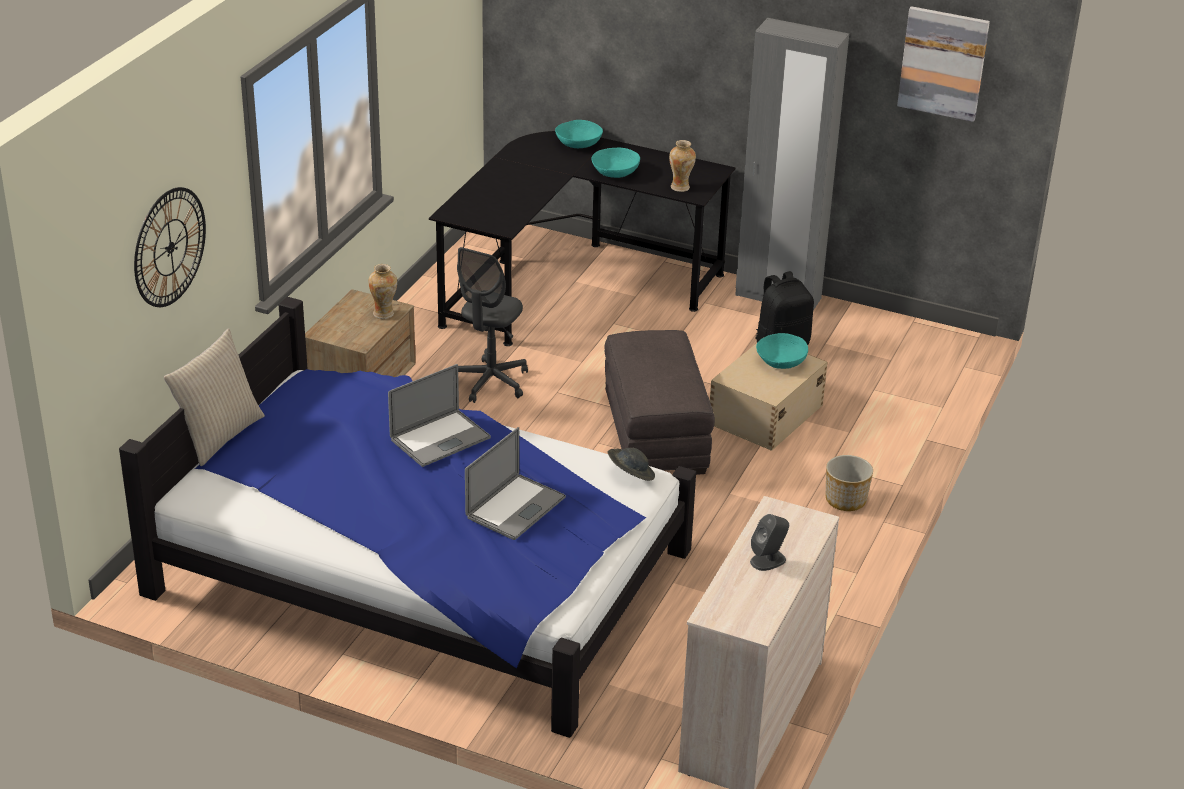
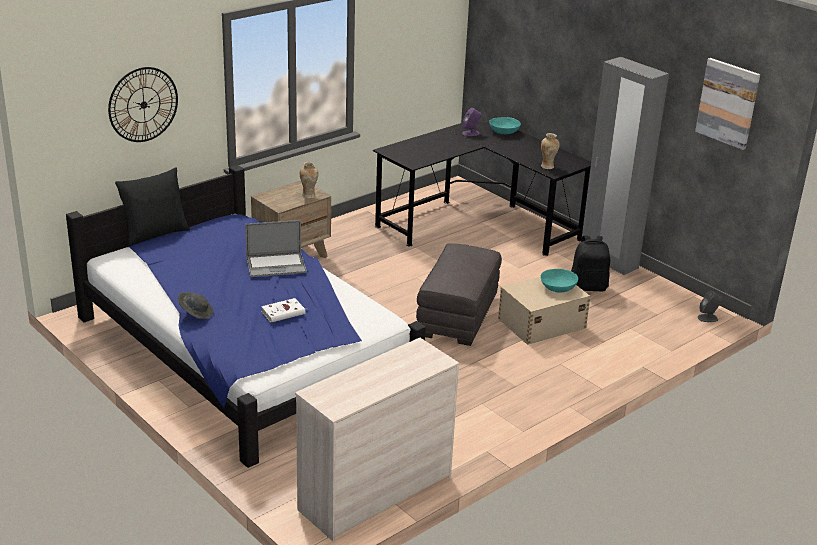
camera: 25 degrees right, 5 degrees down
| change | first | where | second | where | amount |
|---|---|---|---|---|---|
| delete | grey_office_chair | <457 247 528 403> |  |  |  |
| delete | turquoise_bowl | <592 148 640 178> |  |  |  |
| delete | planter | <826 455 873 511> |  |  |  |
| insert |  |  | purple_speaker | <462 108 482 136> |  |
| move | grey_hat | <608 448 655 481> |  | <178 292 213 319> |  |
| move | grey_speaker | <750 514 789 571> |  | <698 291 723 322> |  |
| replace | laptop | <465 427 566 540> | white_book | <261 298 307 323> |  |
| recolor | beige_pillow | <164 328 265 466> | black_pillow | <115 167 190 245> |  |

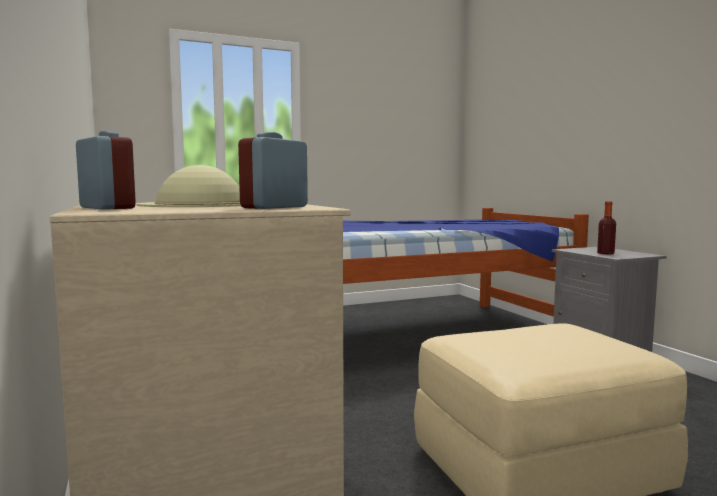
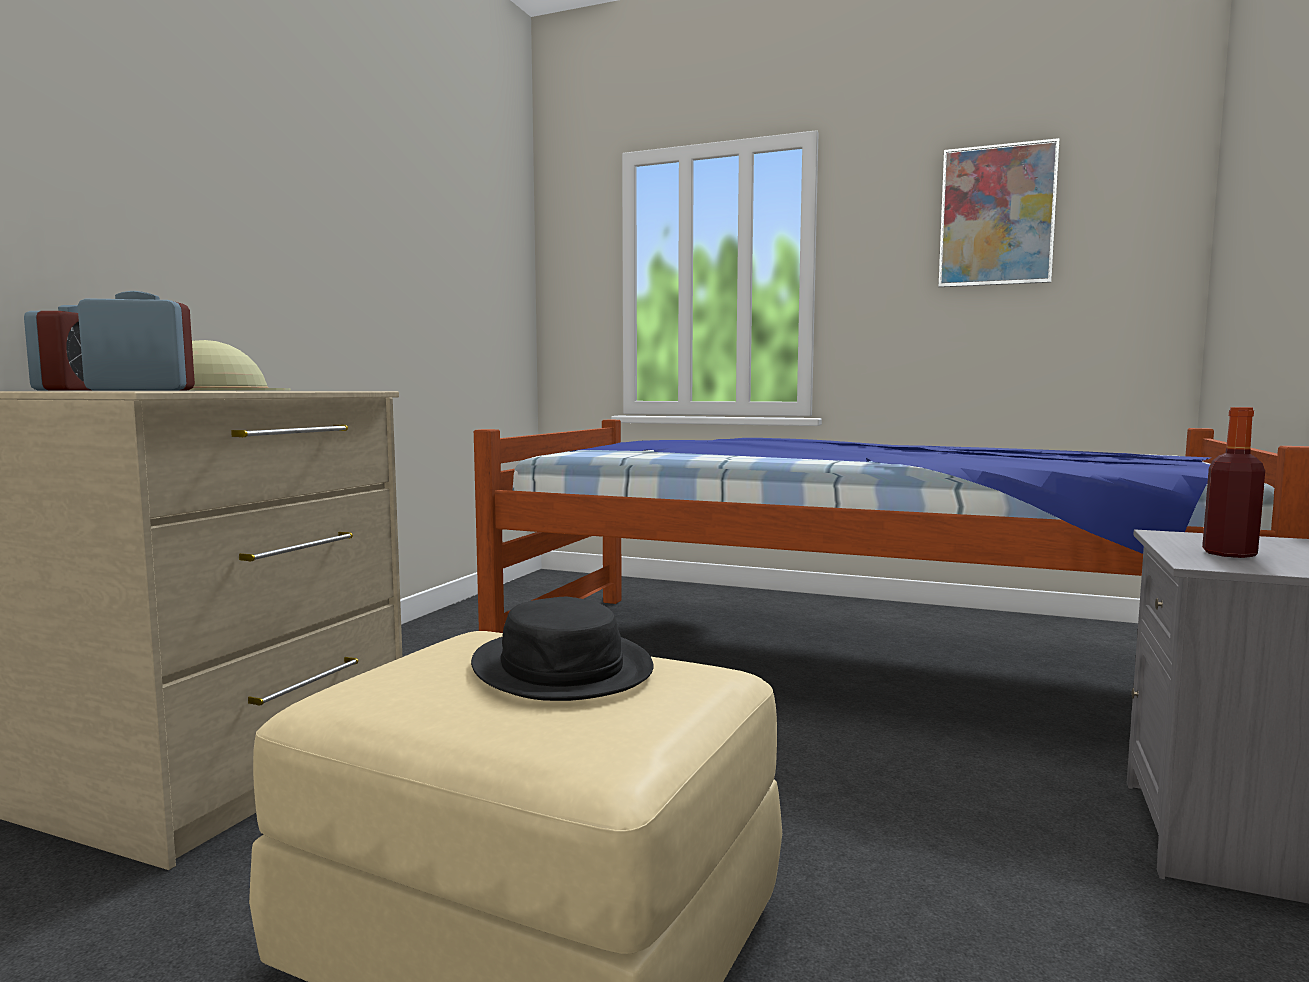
camera: 45 degrees right, 0 degrees up
| change | first | where | second | where | amount |
|---|---|---|---|---|---|
| insert |  |  | black_hat | <471 597 654 701> |  |
| insert |  |  | picture | <938 138 1060 287> |  |

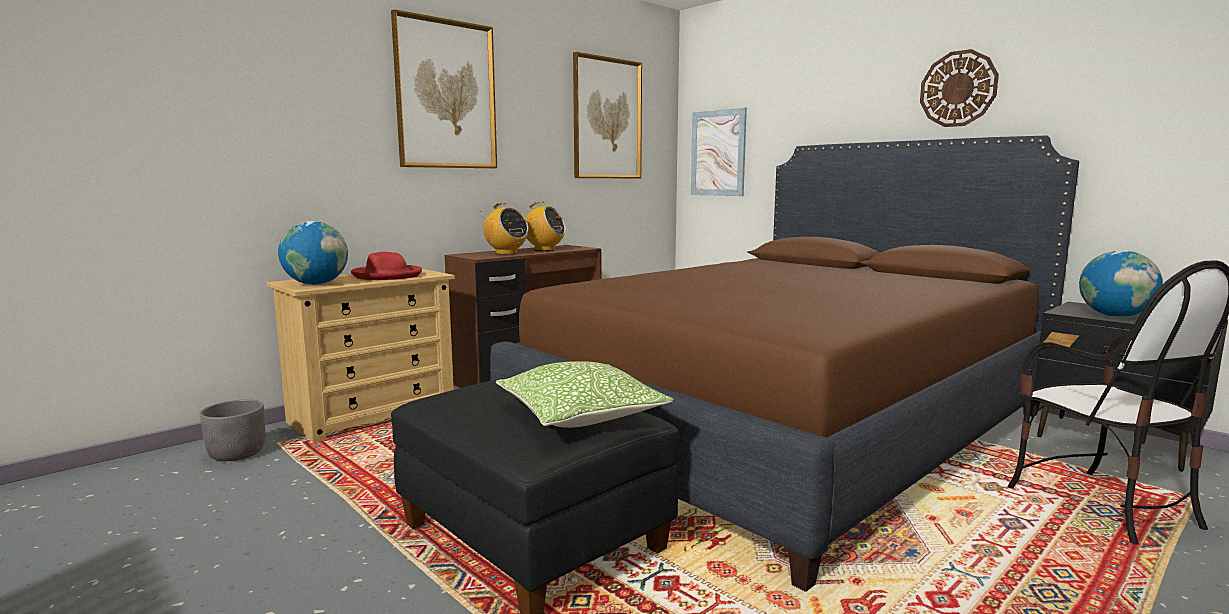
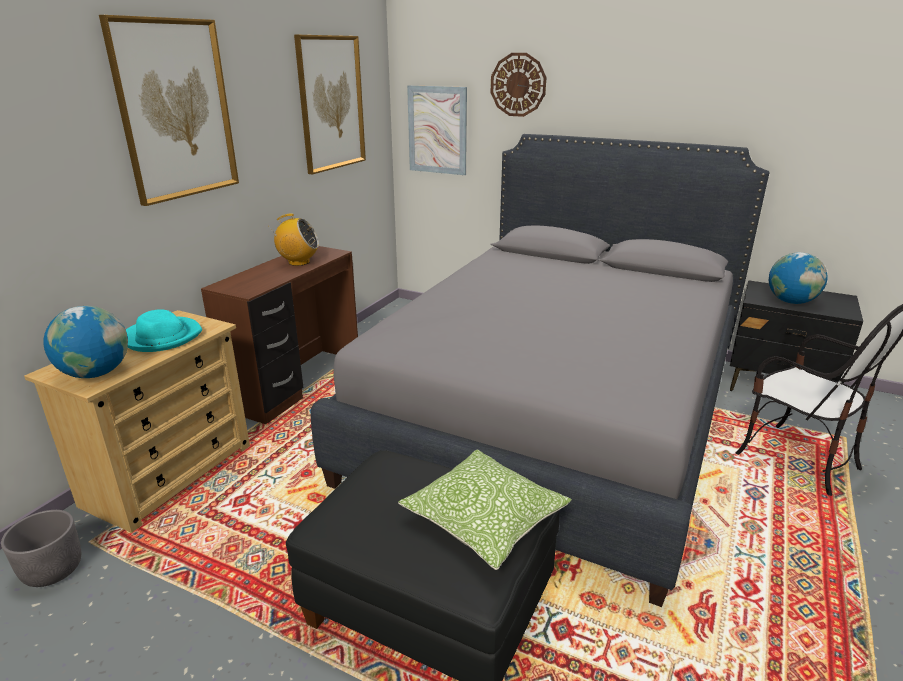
camera: 20 degrees left, 15 degrees up
| change | first | where | second | where | amount |
|---|---|---|---|---|---|
| delete | radio | <481 202 528 255> |  |  |  |
| move | wall_clock | <920 49 999 127> |  | <491 53 546 117> |  |
| recolor | red_hat | <351 252 422 280> | turquoise_hat | <126 309 202 352> |  |
| recolor | brown_bed | <490 136 1079 592> | grey_bed | <311 134 769 607> |  |

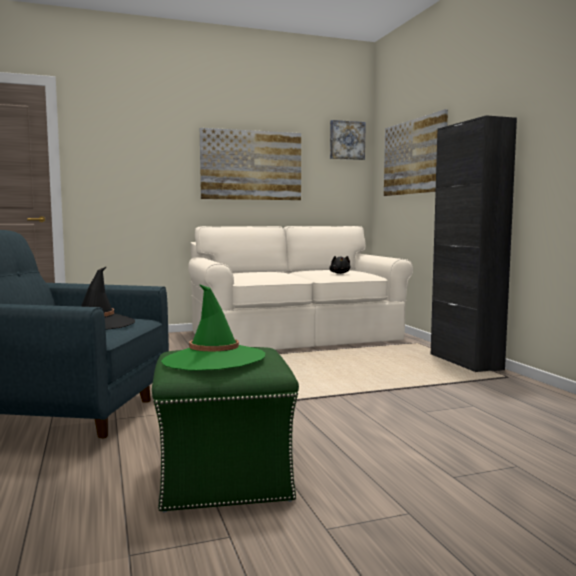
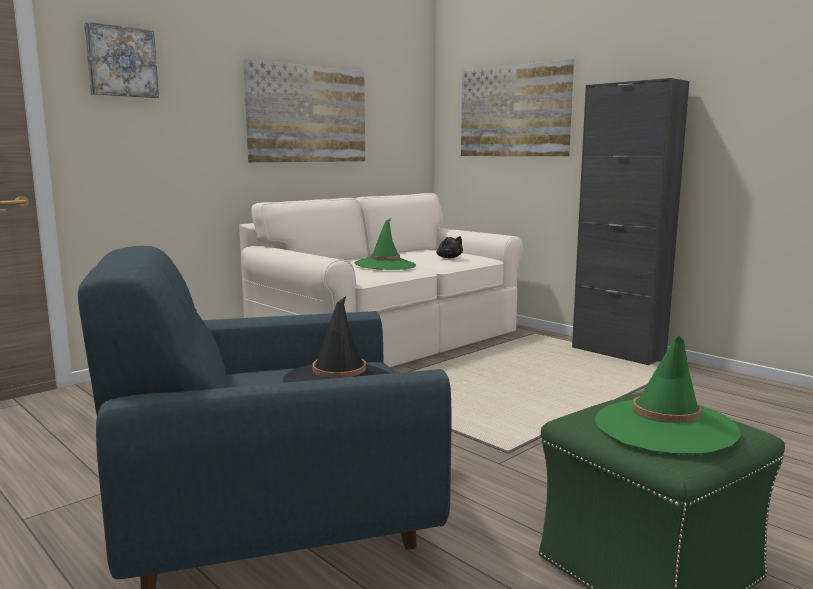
camera: 25 degrees left, 5 degrees up
| change | first | where | second | where | amount |
|---|---|---|---|---|---|
| insert |  |  | green_hat | <355 218 416 270> |  |
| move | picture | <330 120 366 160> |  | <84 22 159 98> |  |

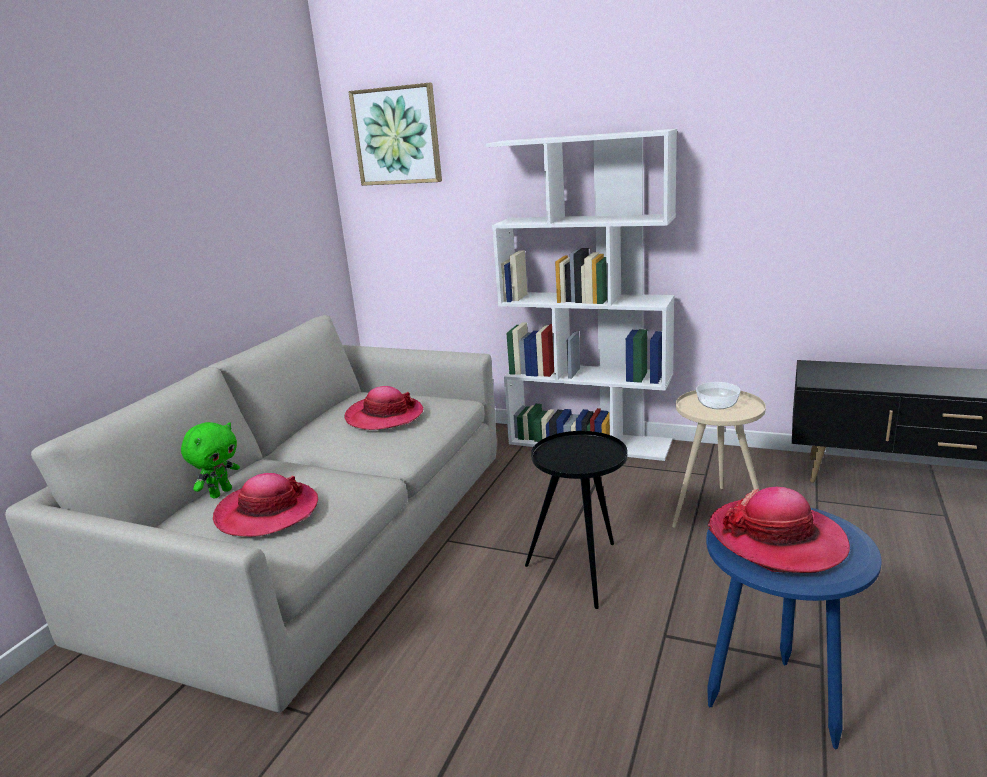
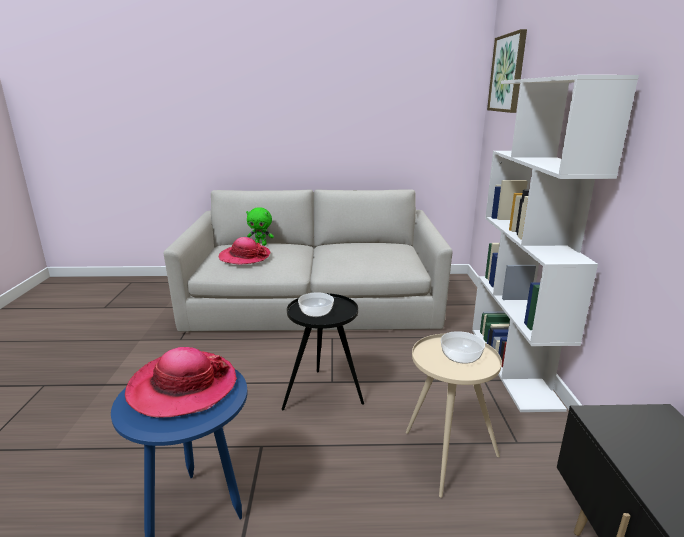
camera: 65 degrees right, 0 degrees up
| change | first | where | second | where | amount |
|---|---|---|---|---|---|
| delete | hat | <344 386 424 430> |  |  |  |
| insert |  |  | bowl | <298 292 334 317> |  |

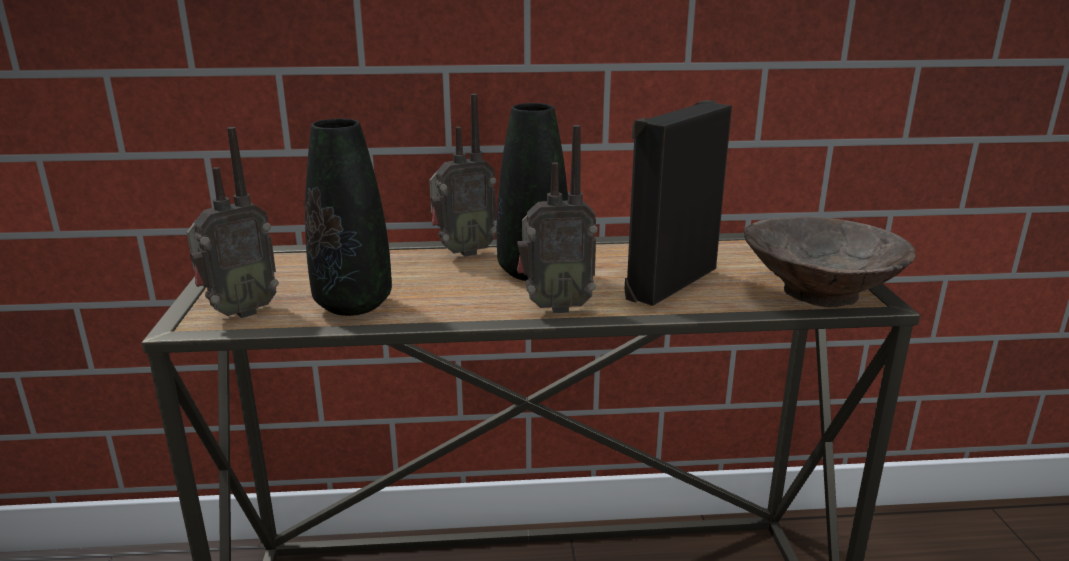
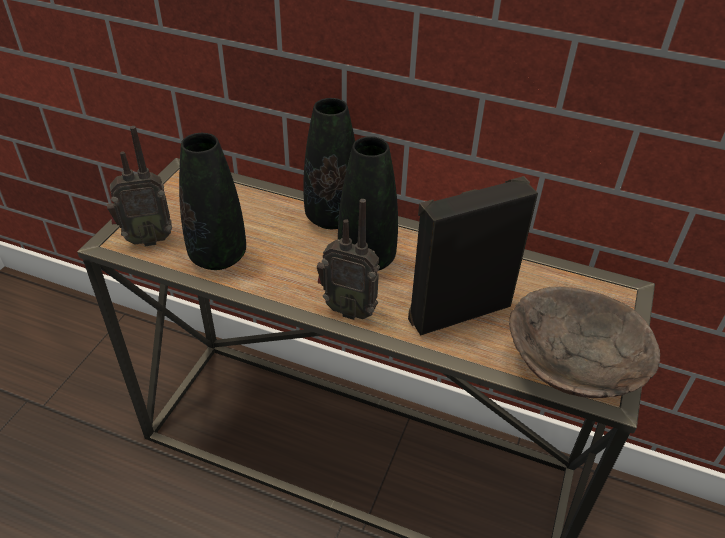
camera: 25 degrees right, 20 degrees up
| change | first | where | second | where | amount |
|---|---|---|---|---|---|
| replace | radio | <429 94 497 257> | black_vase | <303 98 355 229> |  |

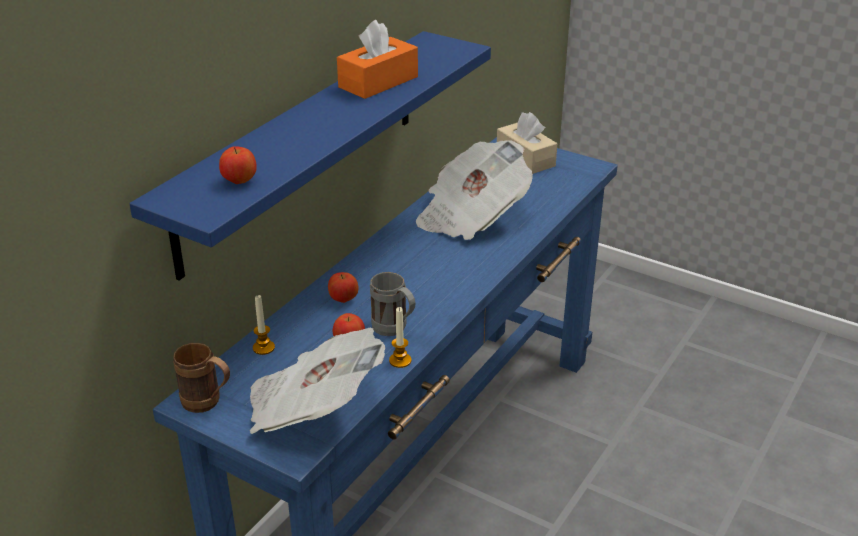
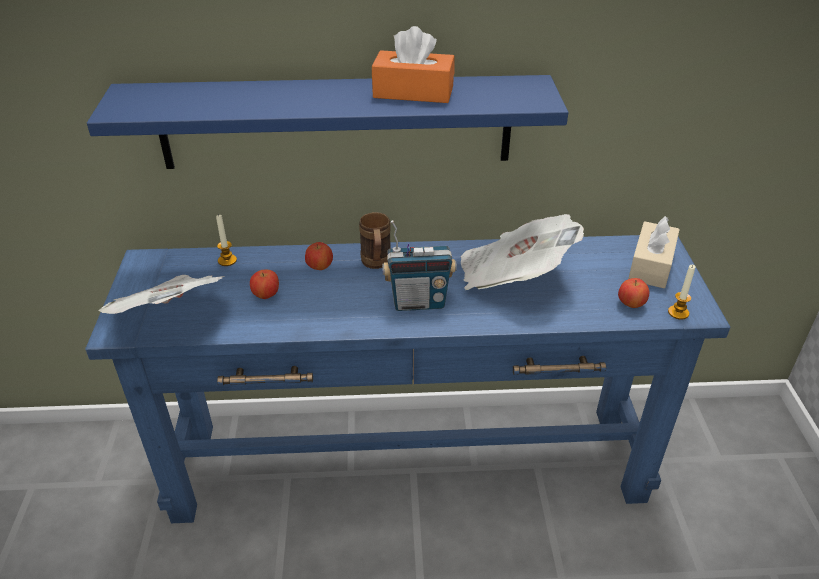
camera: 55 degrees right, 5 degrees up
| change | first | where | second | where | amount |
|---|---|---|---|---|---|
| delete | grey_mug | <370 272 415 336> |  |  |  |
| insert |  |  | radio | <382 220 457 311> |  |
| move | brown_mug | <173 343 230 413> |  | <359 212 391 269> |  |
| move | apple | <219 146 257 184> |  | <618 278 649 308> |  |
| move | candle | <389 307 411 368> |  | <668 265 695 320> |  |

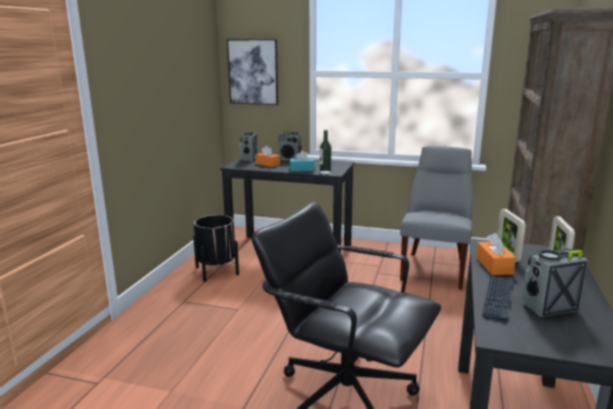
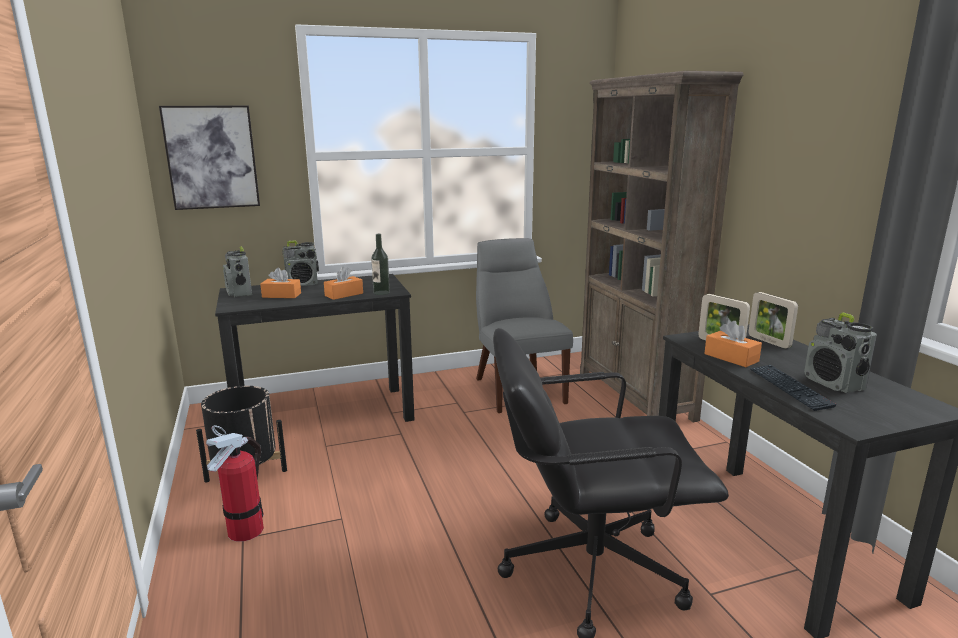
camera: 35 degrees left, 0 degrees up
| change | first | where | second | where | amount |
|---|---|---|---|---|---|
| insert |  |  | fire_extinguisher | <206 425 264 542> |  |
| recolor | turquoise_tissue_box | <290 150 314 172> | orange_tissue_box | <324 267 363 300> |  |
| rotate | radio | <522 249 588 317> |  | <804 312 877 393> | 60 degrees counterclockwise |

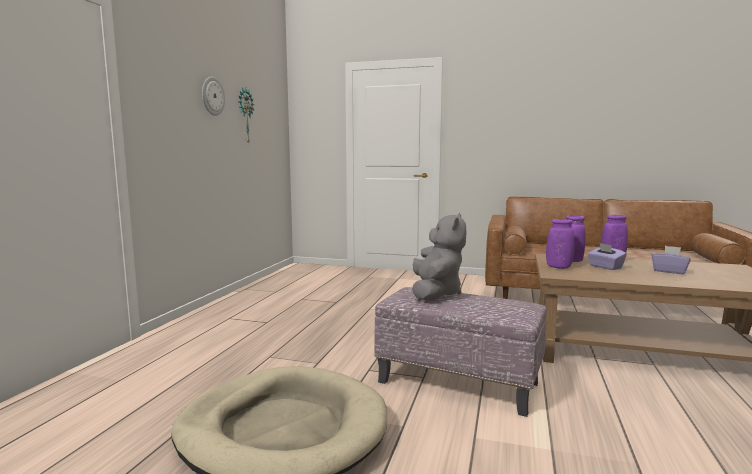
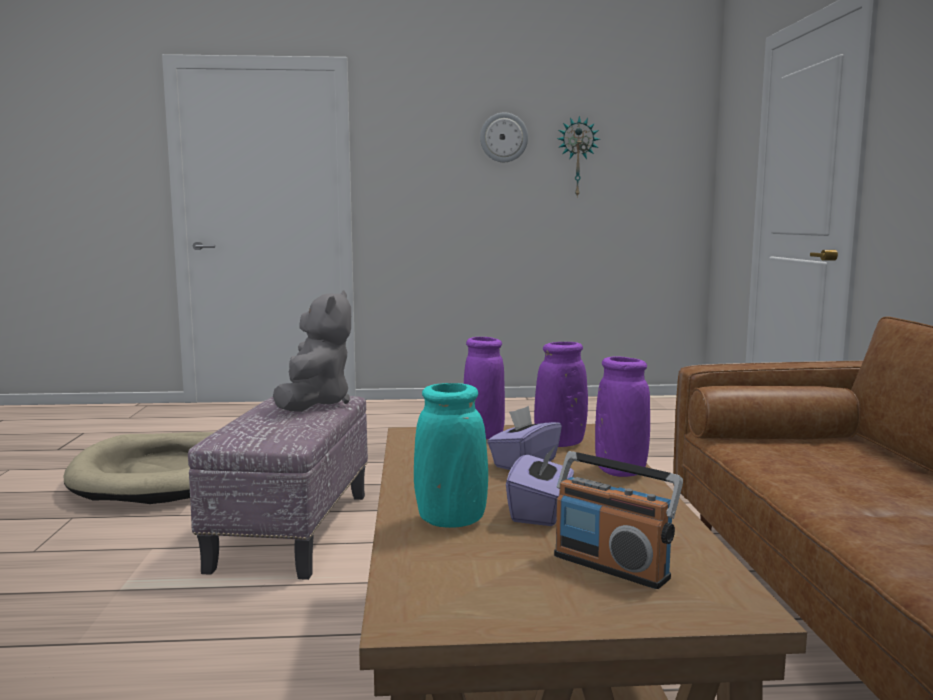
camera: 70 degrees right, 0 degrees up
| change | first | where | second | where | amount |
|---|---|---|---|---|---|
| insert |  |  | turquoise_vase | <414 383 488 528> |  |
| insert |  |  | radio | <554 451 683 589> |  |
| rotate | grey_plush_toy | <412 213 467 301> |  | <273 290 351 412> | 75 degrees counterclockwise |

